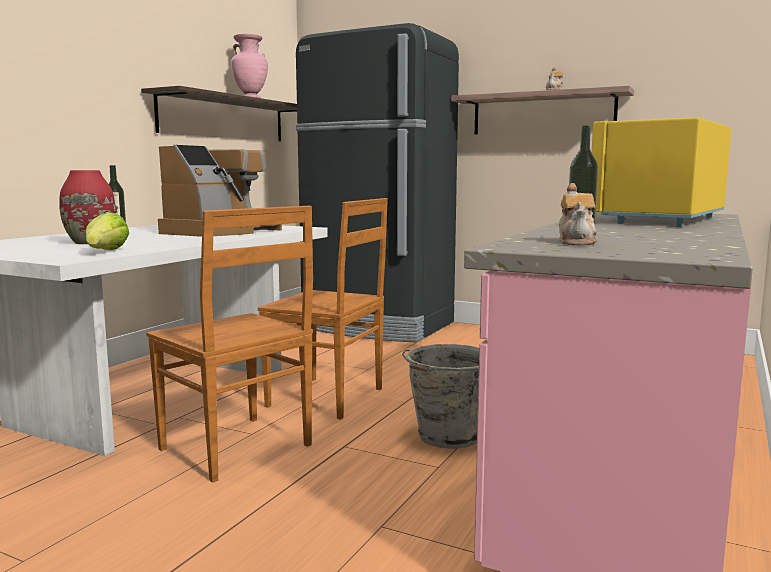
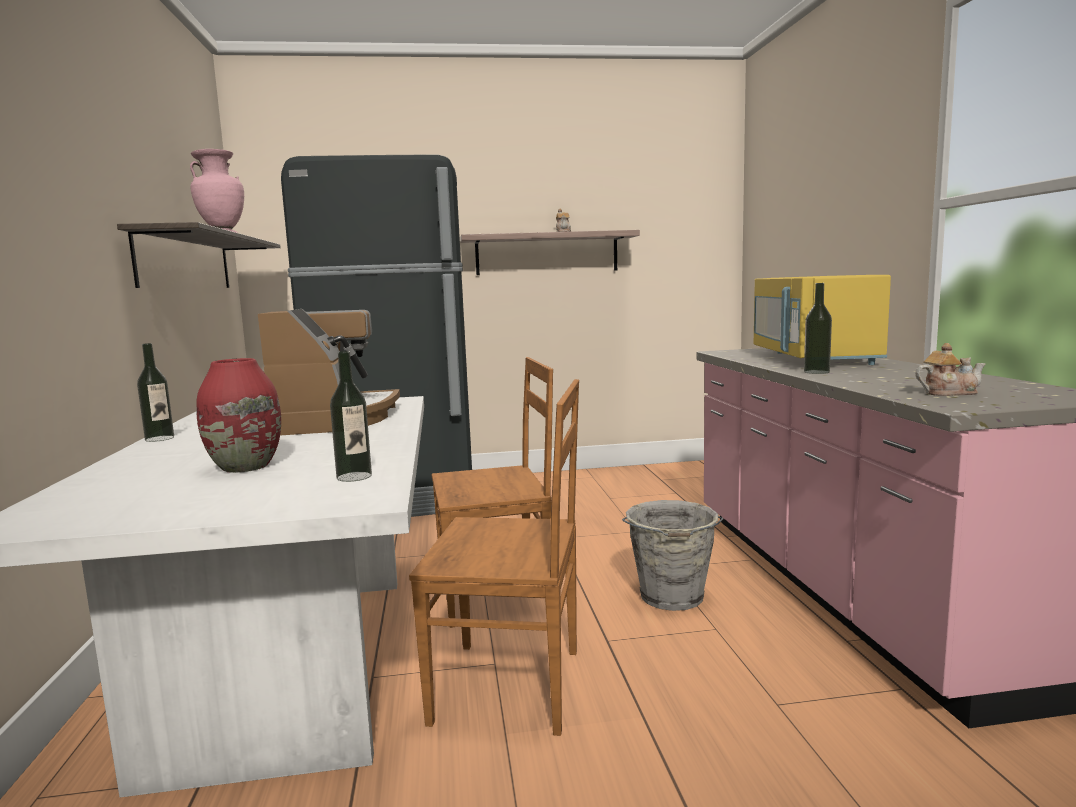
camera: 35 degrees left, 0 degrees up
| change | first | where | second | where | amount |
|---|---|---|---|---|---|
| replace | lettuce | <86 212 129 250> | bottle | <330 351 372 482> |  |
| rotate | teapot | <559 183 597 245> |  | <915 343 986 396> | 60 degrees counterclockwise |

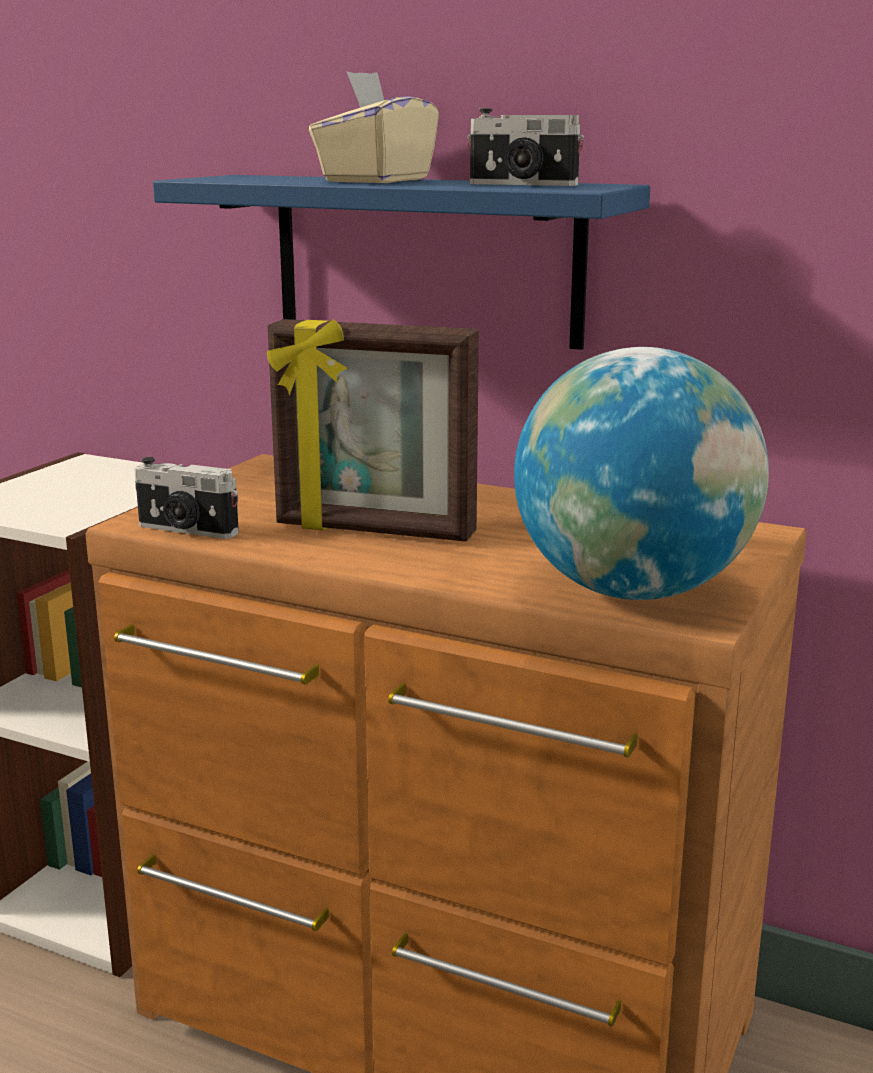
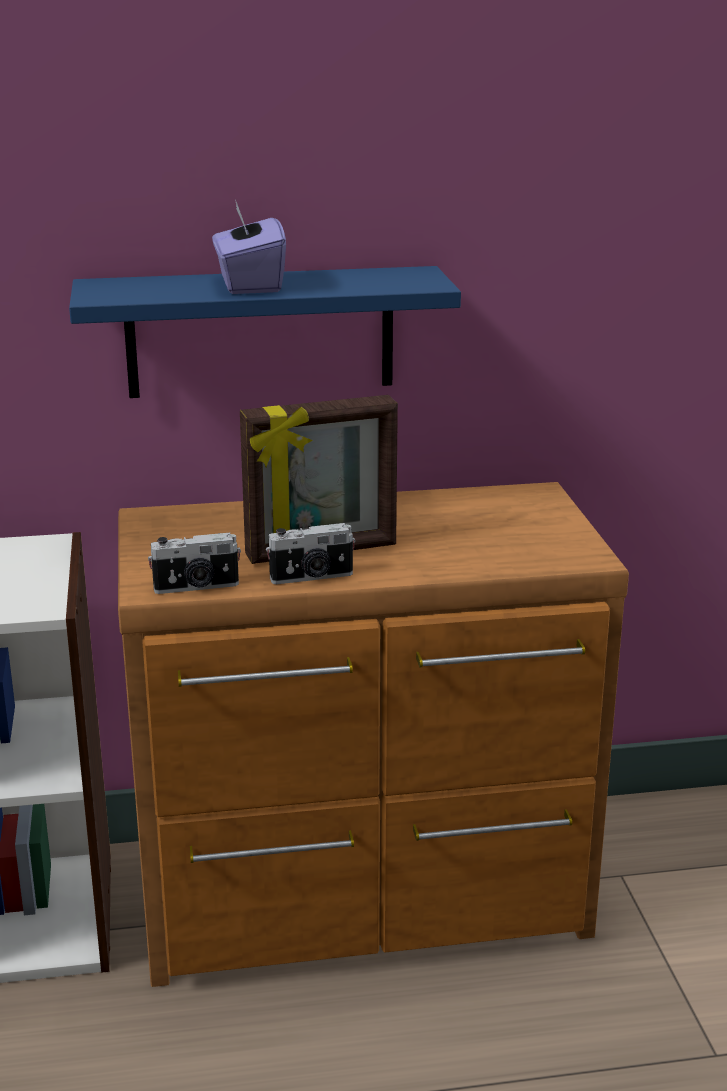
camera: 35 degrees left, 5 degrees up
| change | first | where | second | where | amount |
|---|---|---|---|---|---|
| delete | globe | <514 347 769 600> |  |  |  |
| move | photo_camera | <467 108 584 186> |  | <266 523 356 584> |  |
| recolor | beige_tissue_box | <309 71 439 183> | purple_tissue_box | <212 202 286 294> |  |

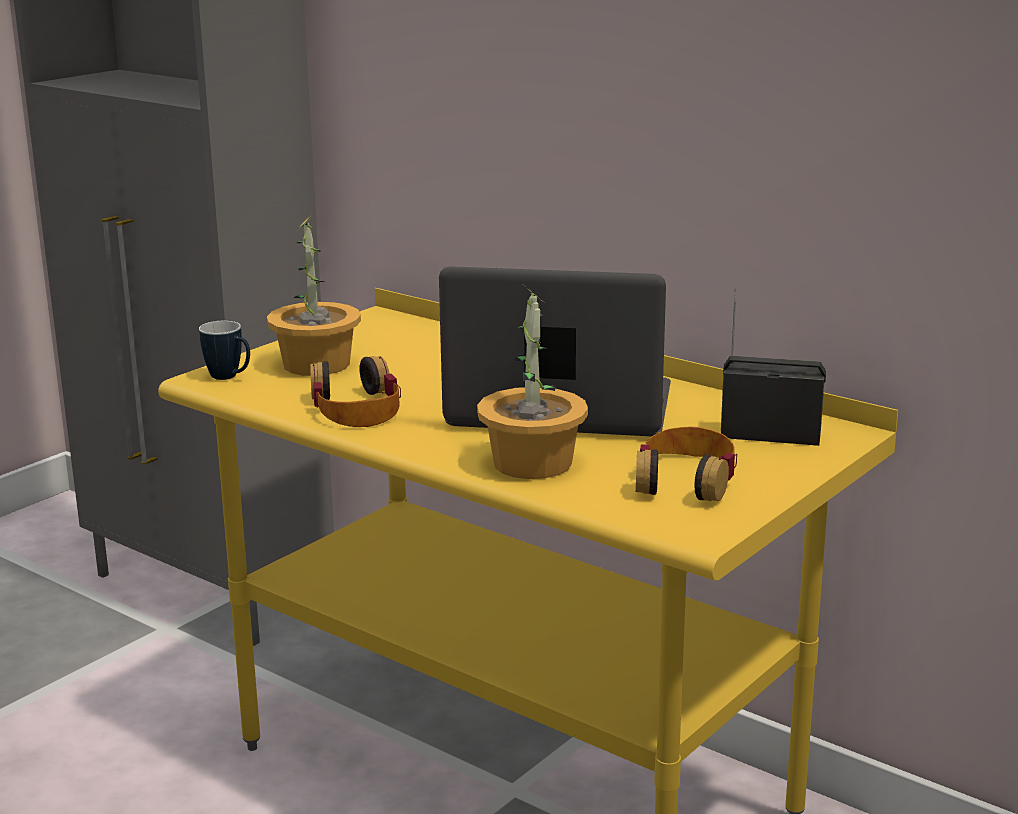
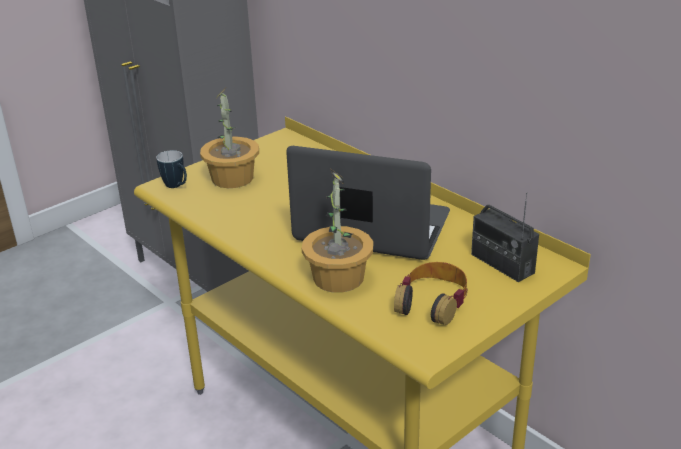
camera: 10 degrees right, 10 degrees up
| change | first | where | second | where | amount |
|---|---|---|---|---|---|
| delete | headphones | <310 356 401 427> |  |  |  |
| rotate | radio | <721 289 826 446> |  | <471 192 539 282> | 150 degrees counterclockwise |

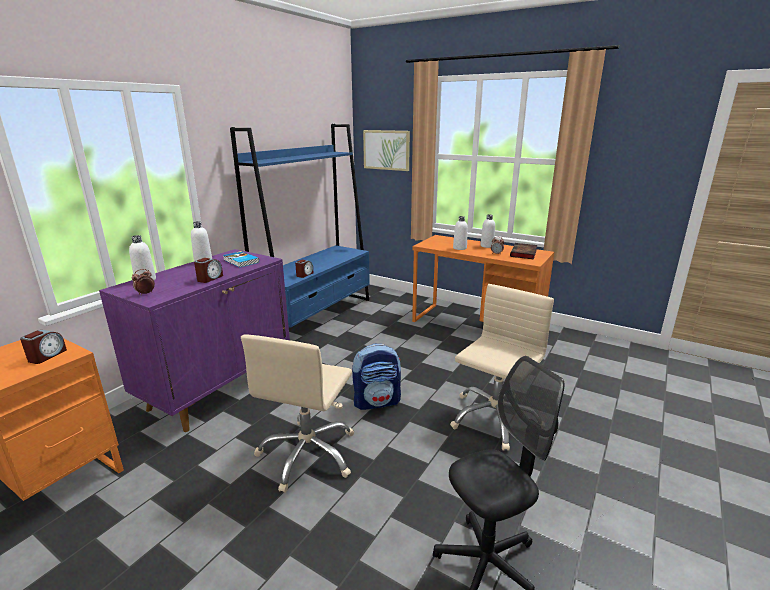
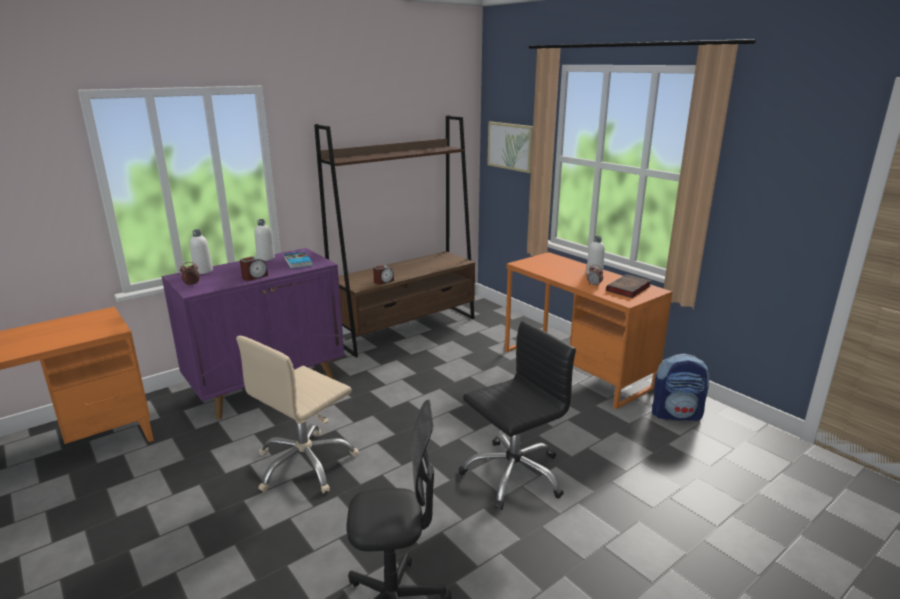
camera: 20 degrees right, 0 degrees up
| change | first | where | second | where | amount |
|---|---|---|---|---|---|
| delete | alarm_clock | <20 330 67 364> |  |  |  |
| delete | white_bottle | <453 216 468 250> |  |  |  |
| move | backpack | <352 344 401 410> |  | <652 354 710 421> |  |
| recolor | blue_bookcase | <230 124 370 328> | brown_bookcase | <314 115 475 357> |  |
| recolor | beige_office_chair | <450 284 554 451> | black_office_chair | <459 321 576 510> |  |

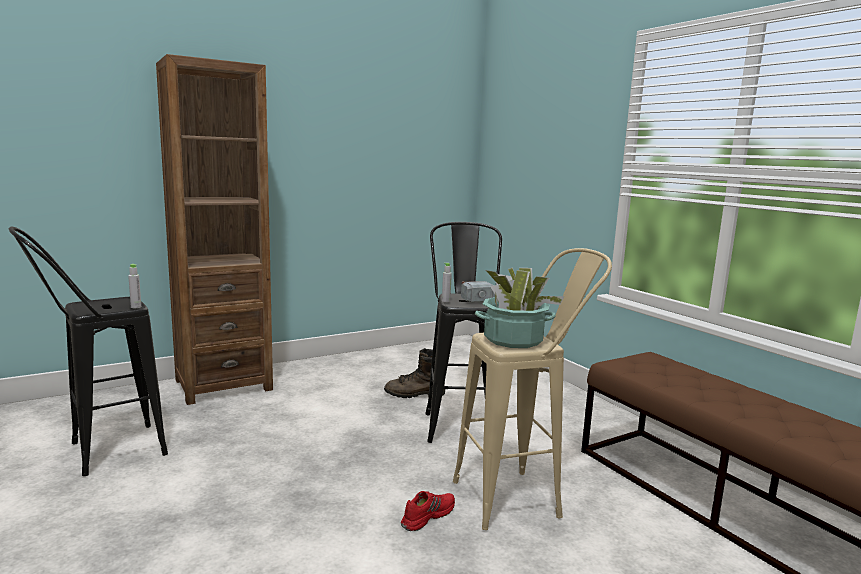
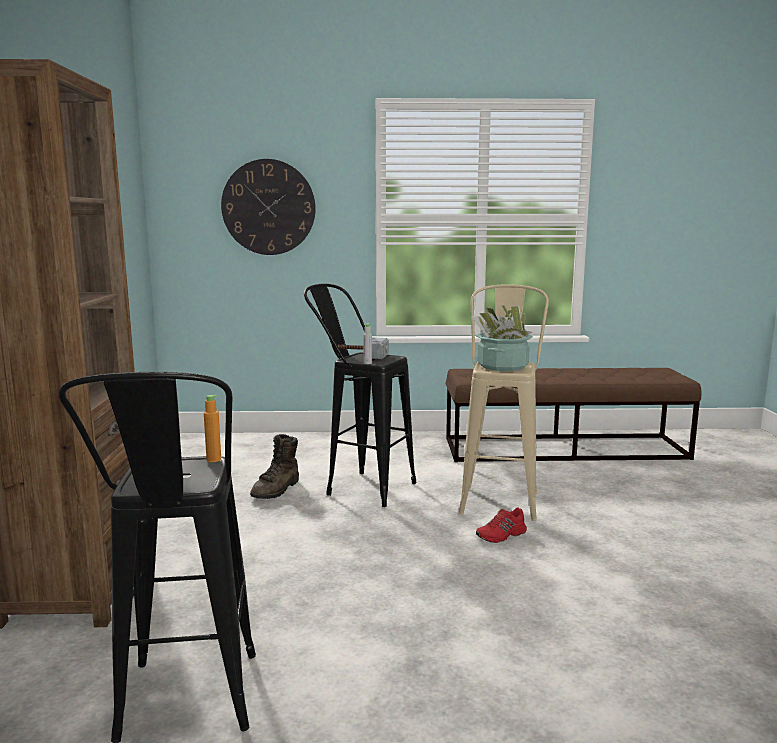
camera: 60 degrees left, 0 degrees up
| change | first | where | second | where | amount |
|---|---|---|---|---|---|
| insert |  |  | wall_clock | <221 159 316 255> |  |
| recolor | grey_bottle | <128 264 141 308> | orange_bottle | <204 395 221 462> |  |
| rotate | red_shoe | <401 491 455 531> |  | <476 507 527 543> | 105 degrees counterclockwise |

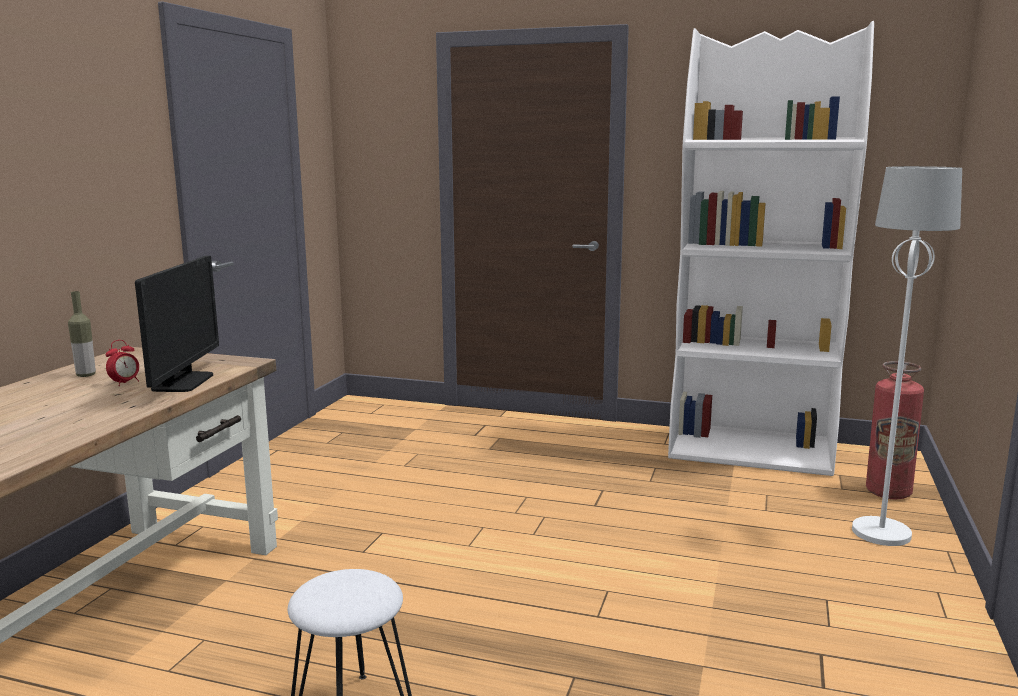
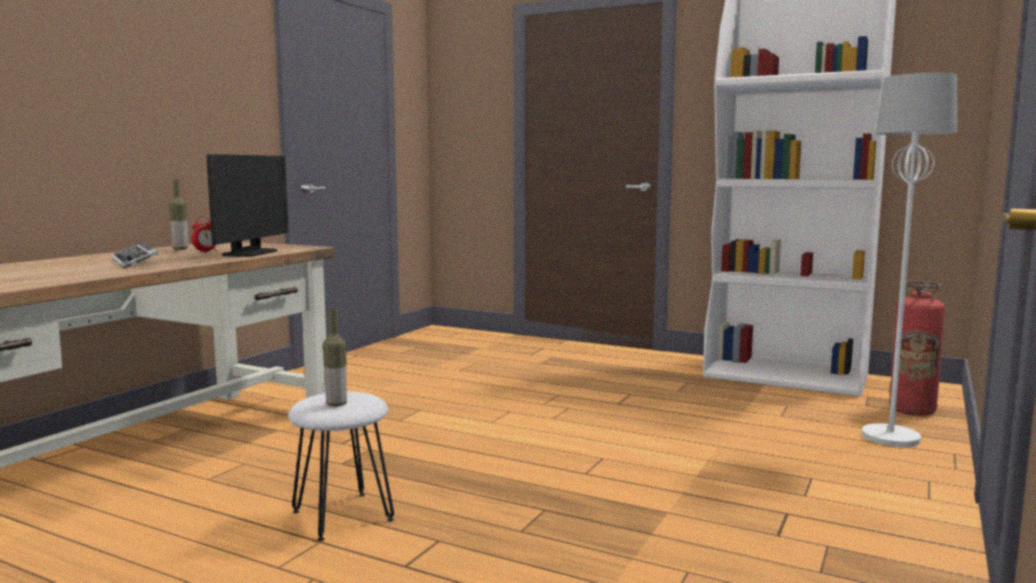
camera: 10 degrees right, 5 degrees down
| change | first | where | second | where | amount |
|---|---|---|---|---|---|
| insert |  |  | keyboard | <112 242 159 268> |  |
| insert |  |  | bottle | <323 309 347 407> |  |

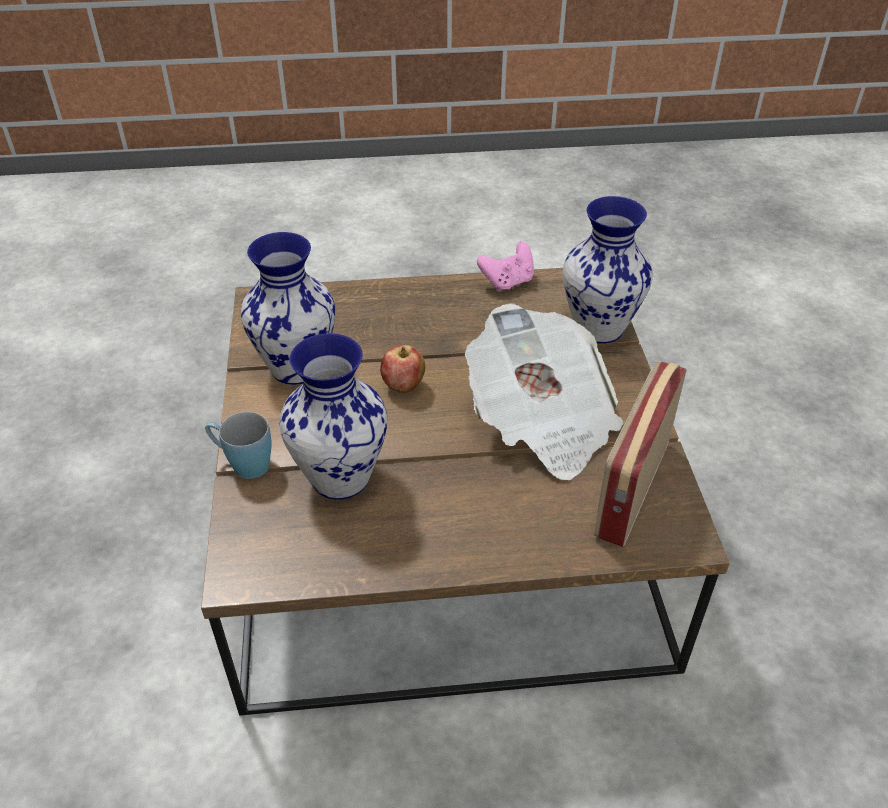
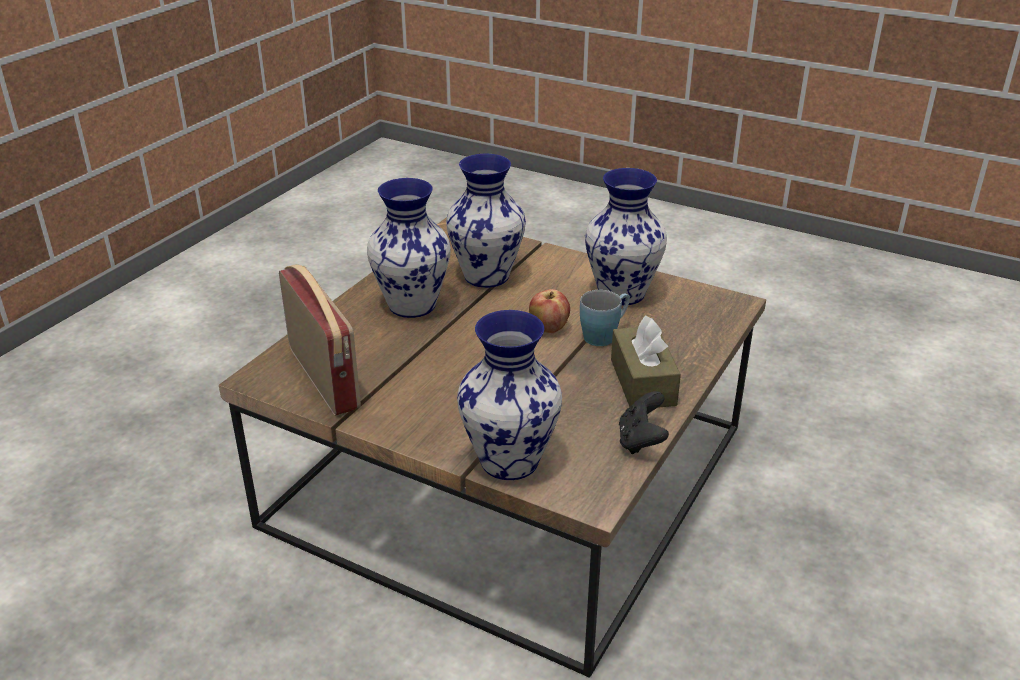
camera: 125 degrees right, 10 degrees down
| change | first | where | second | where | amount |
|---|---|---|---|---|---|
| delete | newspaper | <465 303 624 480> |  |  |  |
| insert |  |  | vase | <367 178 451 318> |  |
| insert |  |  | brown_tissue_box | <611 315 681 408> |  |
| move | blue_mug | <205 412 272 479> |  | <580 290 630 346> |  |
| recolor | pink_game_controller | <477 241 534 292> | black_game_controller | <619 391 669 454> |  |

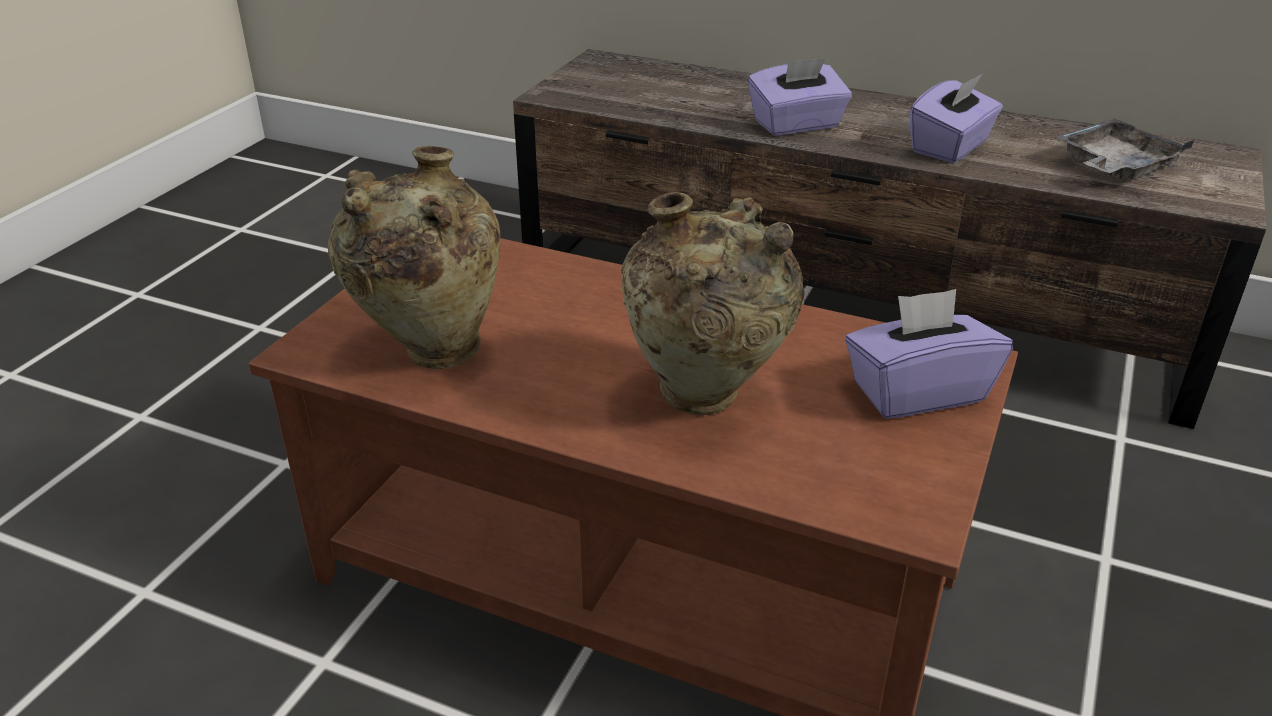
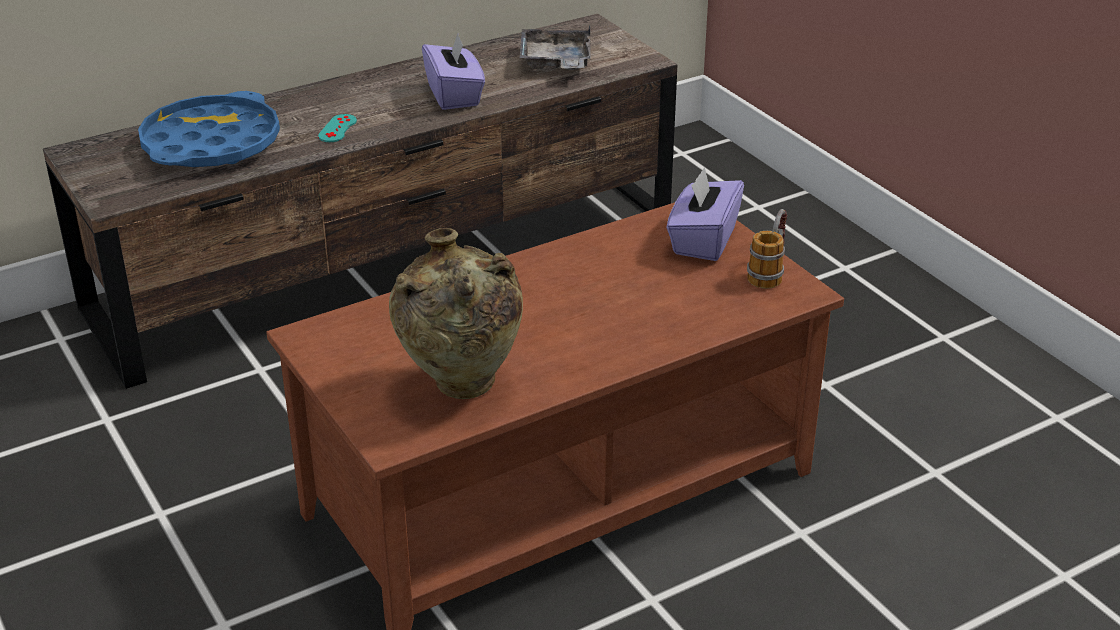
camera: 55 degrees left, 0 degrees up
| change | first | where | second | where | amount |
|---|---|---|---|---|---|
| delete | beige_vase | <621 192 805 415> |  |  |  |
| insert |  |  | blue_tray | <138 91 280 167> |  |
| insert |  |  | mug | <747 209 787 289> |  |
| replace | purple_tissue_box | <748 58 852 136> | turquoise_game_controller | <318 114 357 142> |  |

